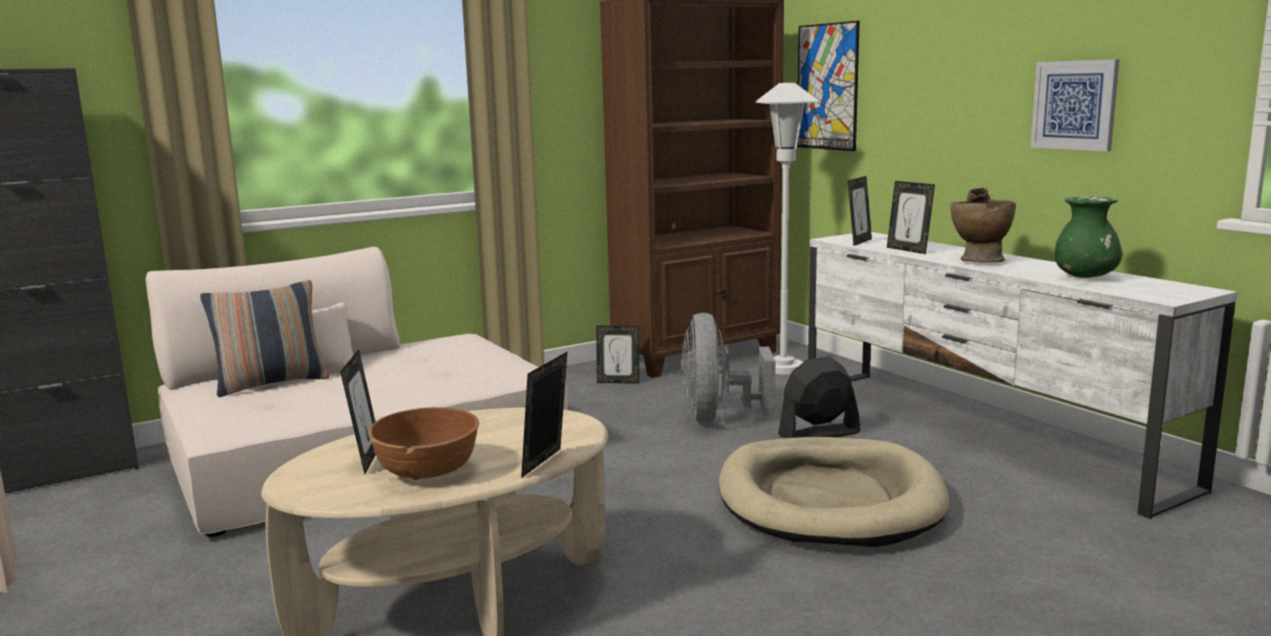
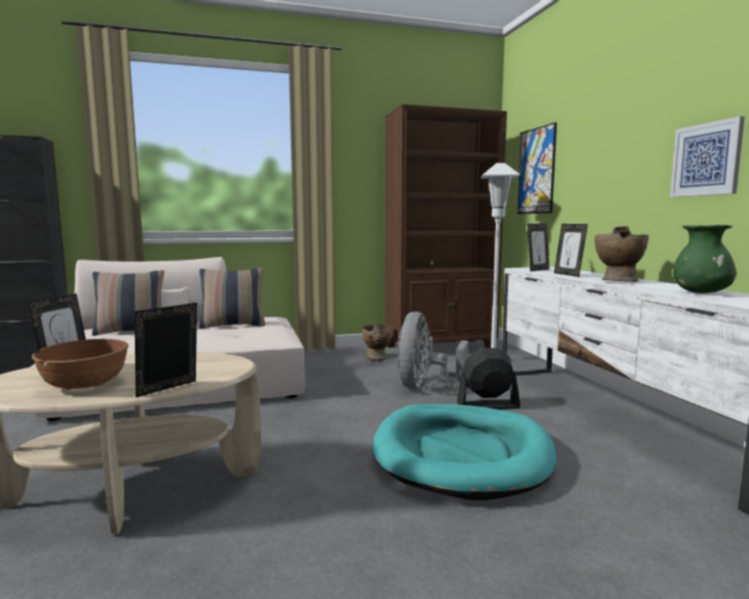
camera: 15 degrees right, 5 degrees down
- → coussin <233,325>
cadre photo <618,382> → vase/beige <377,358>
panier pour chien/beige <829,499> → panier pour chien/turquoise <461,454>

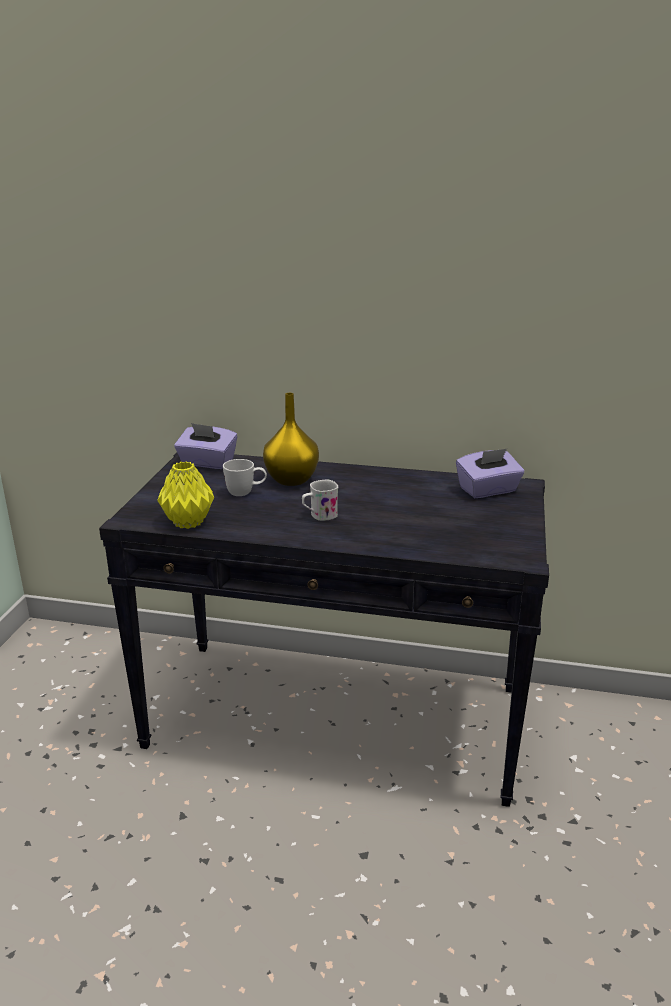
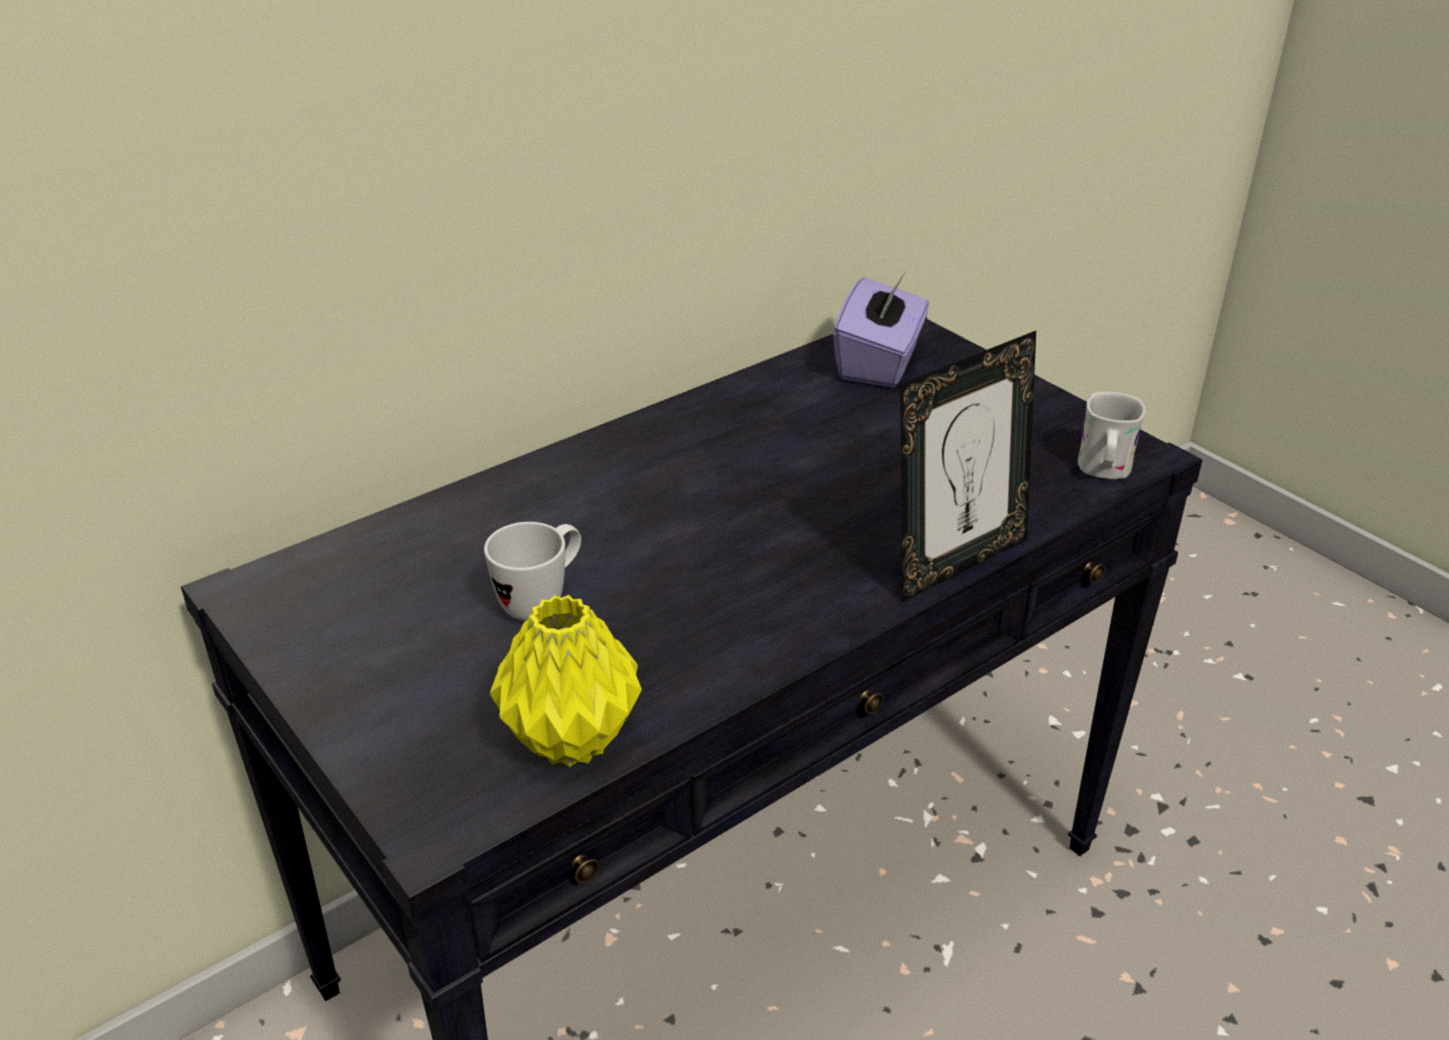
camera: 50 degrees left, 10 degrees up
boîte à mouchoirs/violet <207,463> → -
vase/jaune <291,480> → -
- → cadre photo <956,562>
mug/blanc <319,516> → mug/blanc <1104,470>, relocated

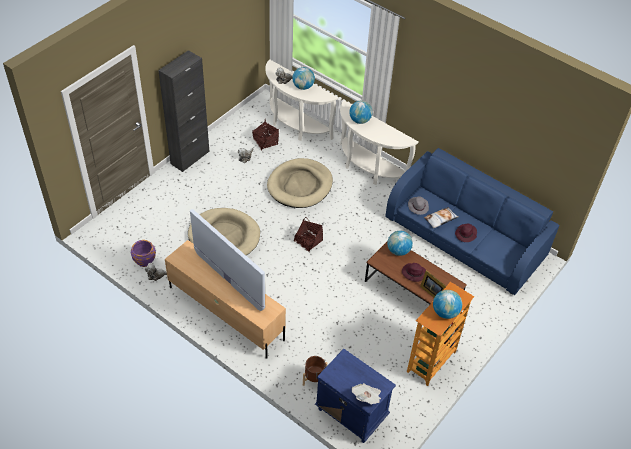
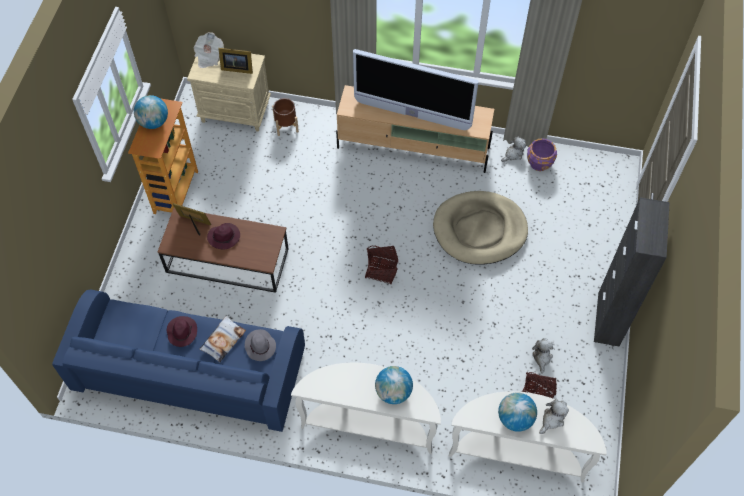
camera: 155 degrees right, 10 degrees up
panier pour chien/beige <300,185> → -
globe <398,251> → -
- → cadre photo <236,68>
table de chevet/bleu <350,413> → table de chevet/beige <236,112>

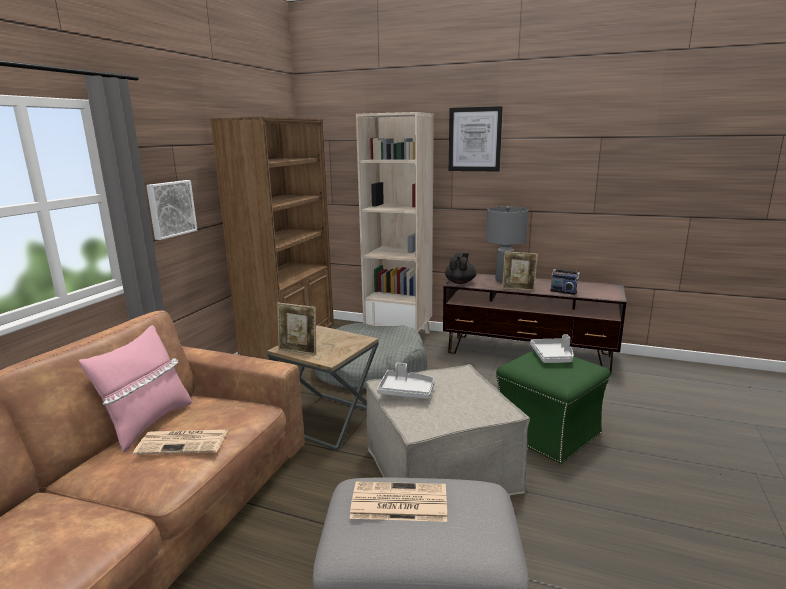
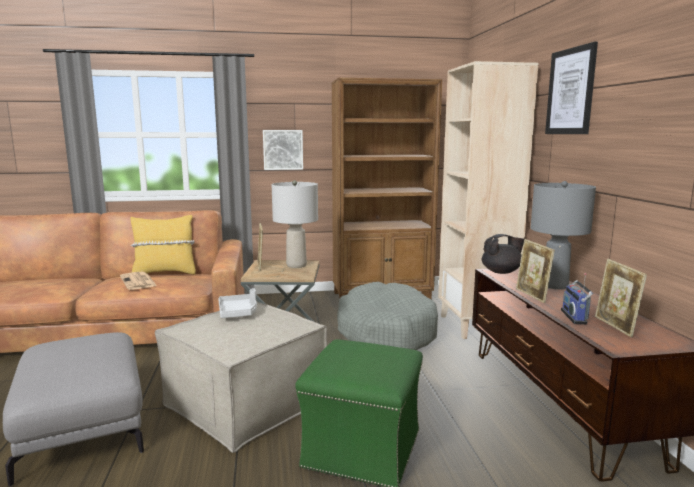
camera: 60 degrees right, 5 degrees down
journal <397,503> → -
plateau/gris <552,357> → -
- → lampe de table/gris <296,265>
- → cadre photo <615,326>
coussin/rose <148,424> → coussin/jaune <165,273>

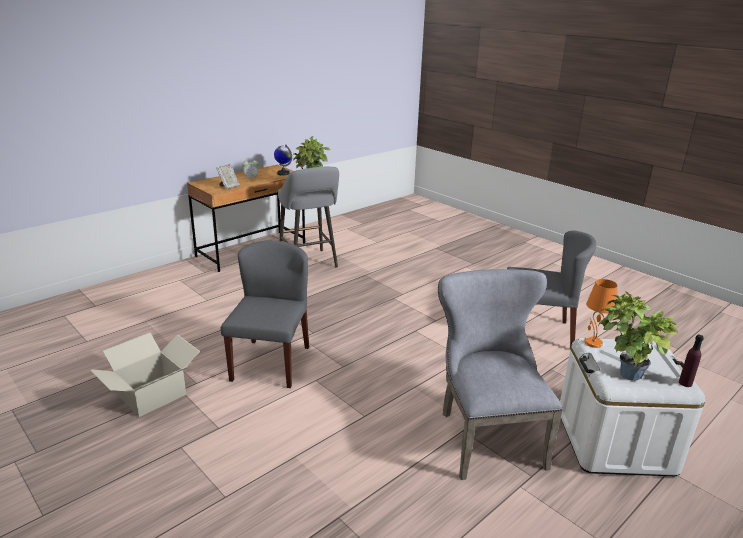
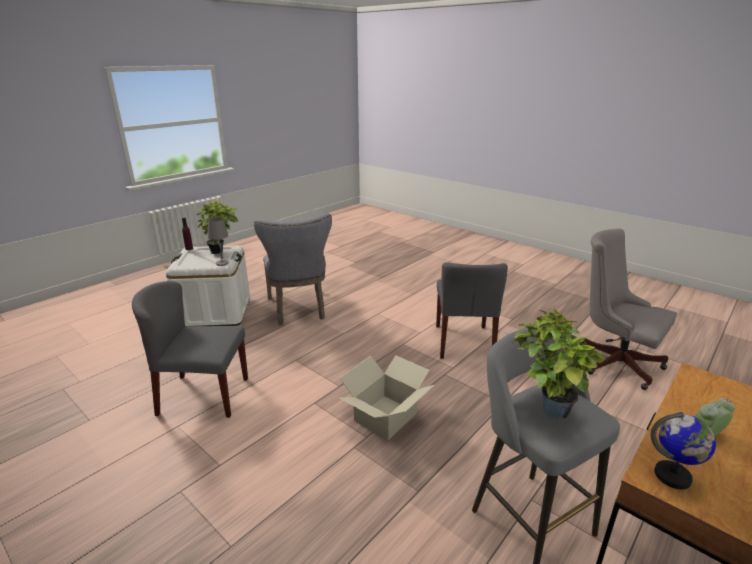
camera: 175 degrees right, 0 degrees up
cadre photo <228,186> → -
- → chaise de bureau/gris <613,361>
carton <152,395> → carton <386,417>, relocated
lampe de table/orange <592,342> → lampe de table/gris <222,263>

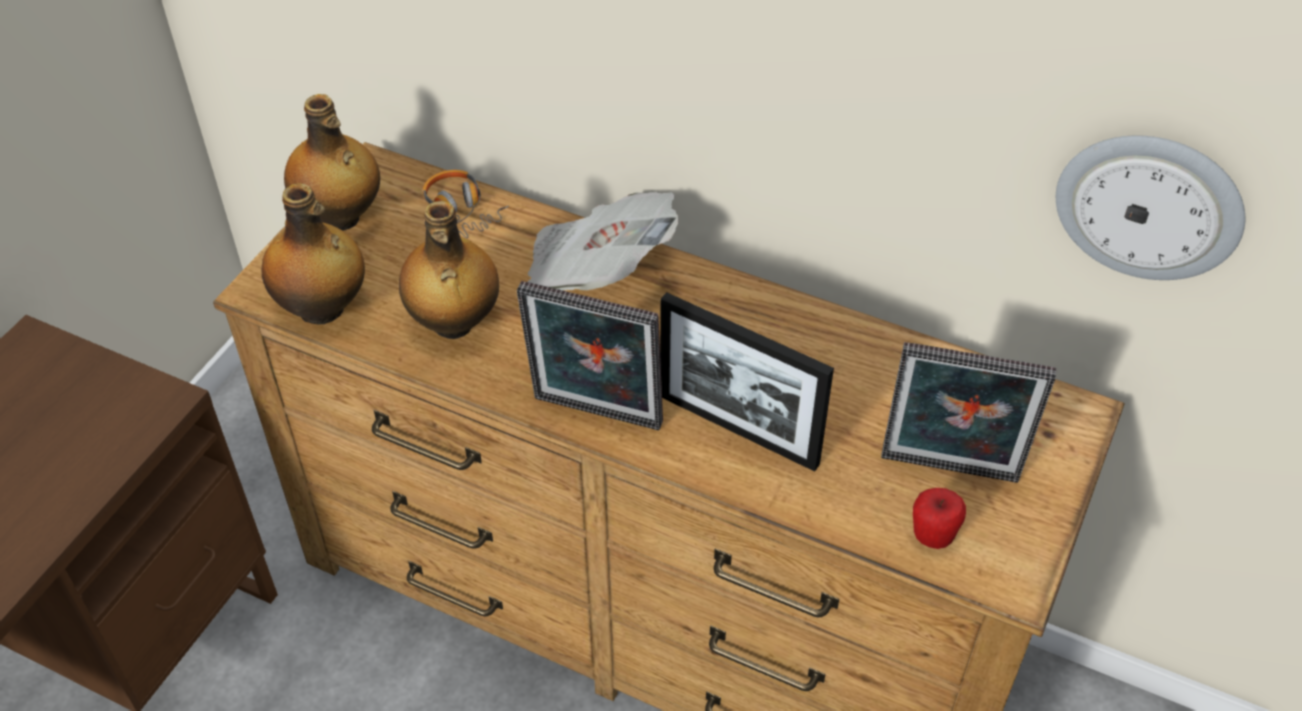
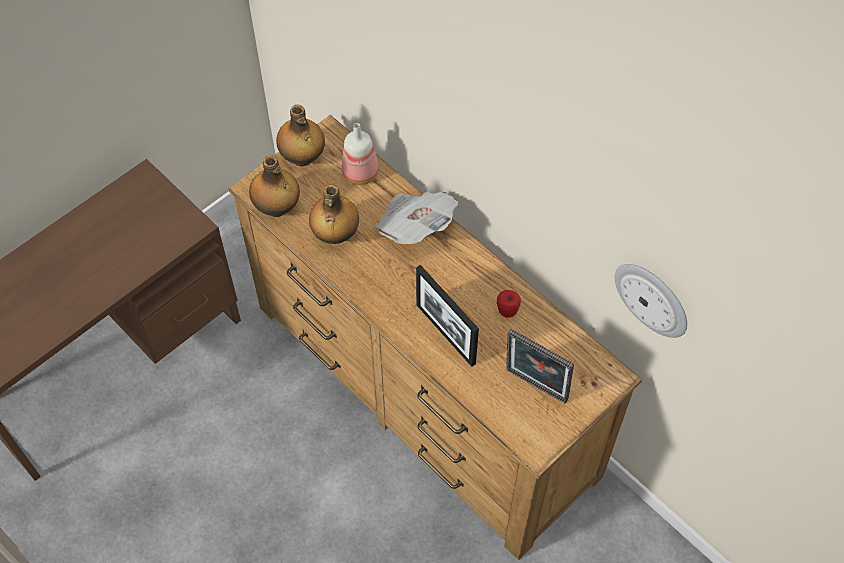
camera: 20 degrees right, 10 degrees up
cadre photo <595,416> → -
pomme <932,536> → pomme <507,311>, relocated
casque audio <460,213> → bouteille <361,172>

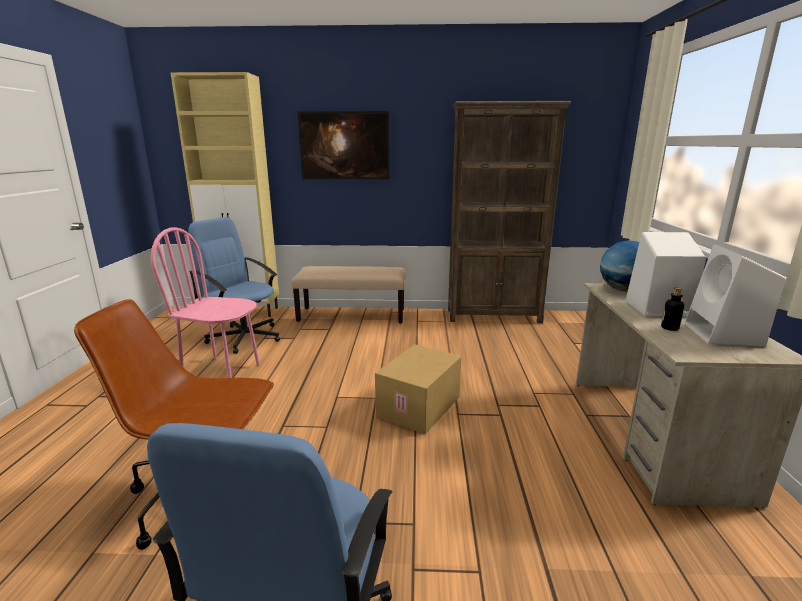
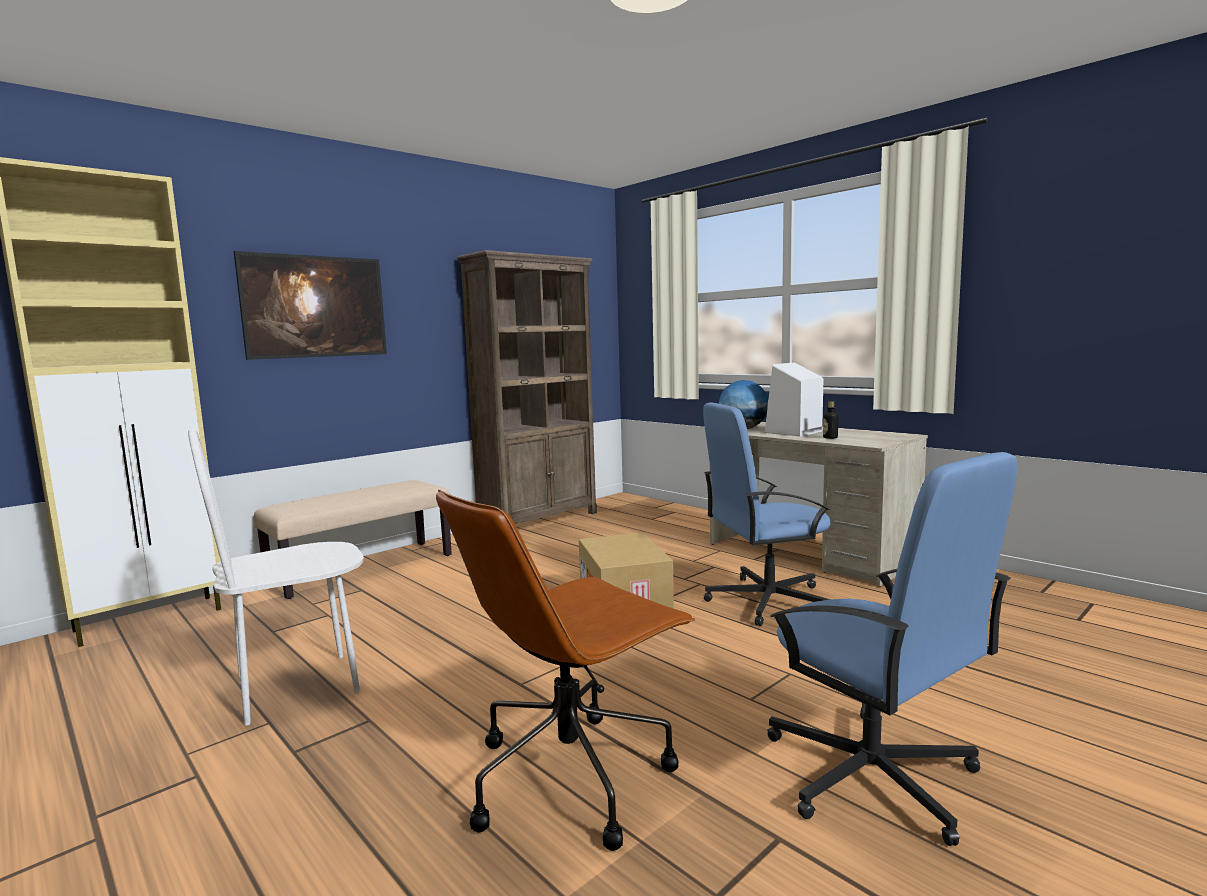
camera: 45 degrees left, 10 degrees down
enceinte/blanc <724,335> → -
chaise de bureau/bleu <244,337> → chaise de bureau/bleu <766,601>, relocated
chaise/rose <222,373> → chaise/blanc <298,686>

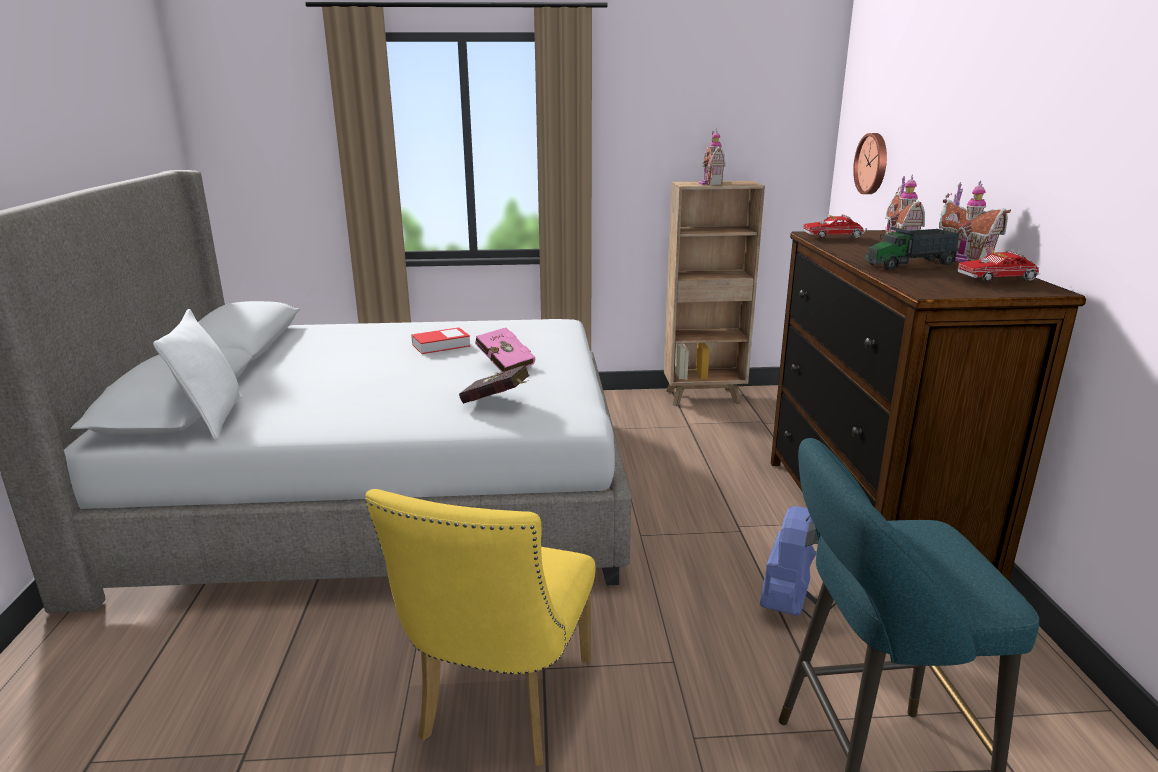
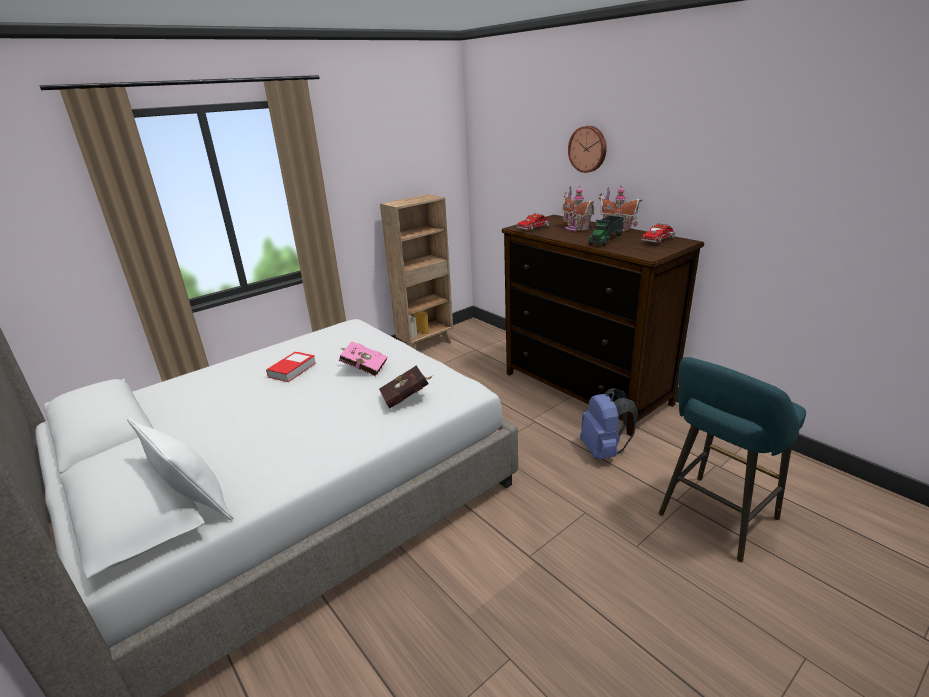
camera: 35 degrees left, 5 degrees up
chaise/jaune <499,707> → -
maison miniature <709,183> → -
horloge murale <873,163> → horloge murale <588,149>, relocated

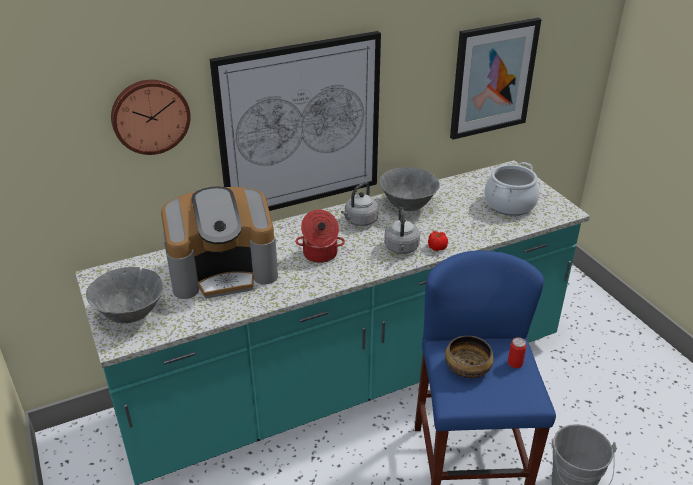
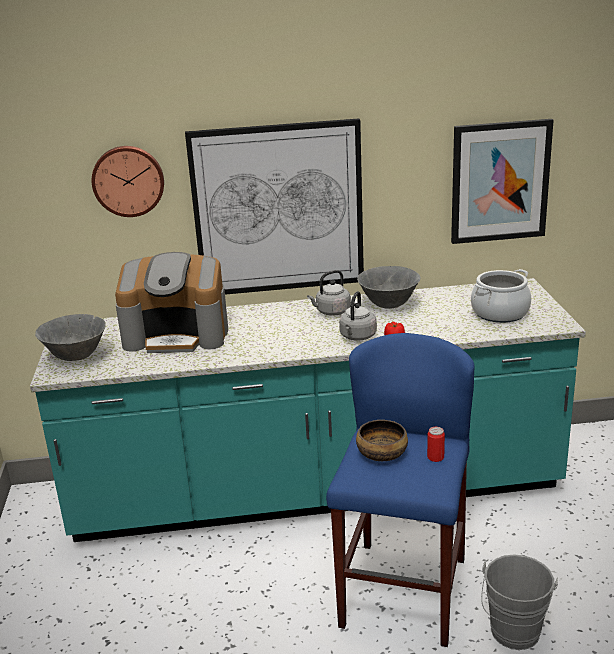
camera: 20 degrees right, 10 degrees down
marmite <320,254> → -

